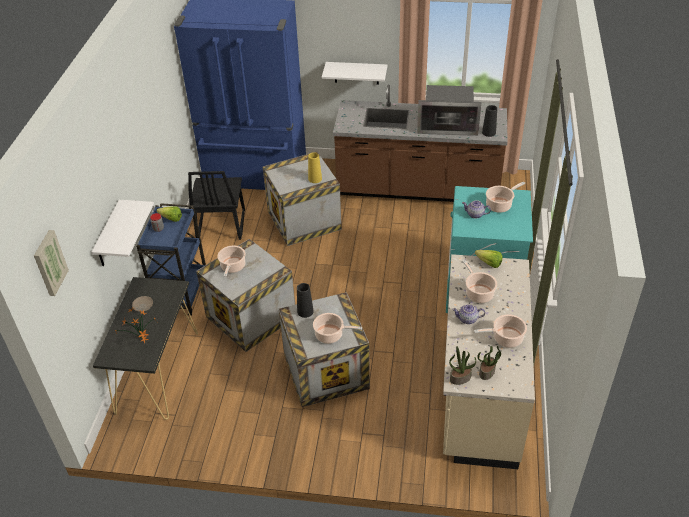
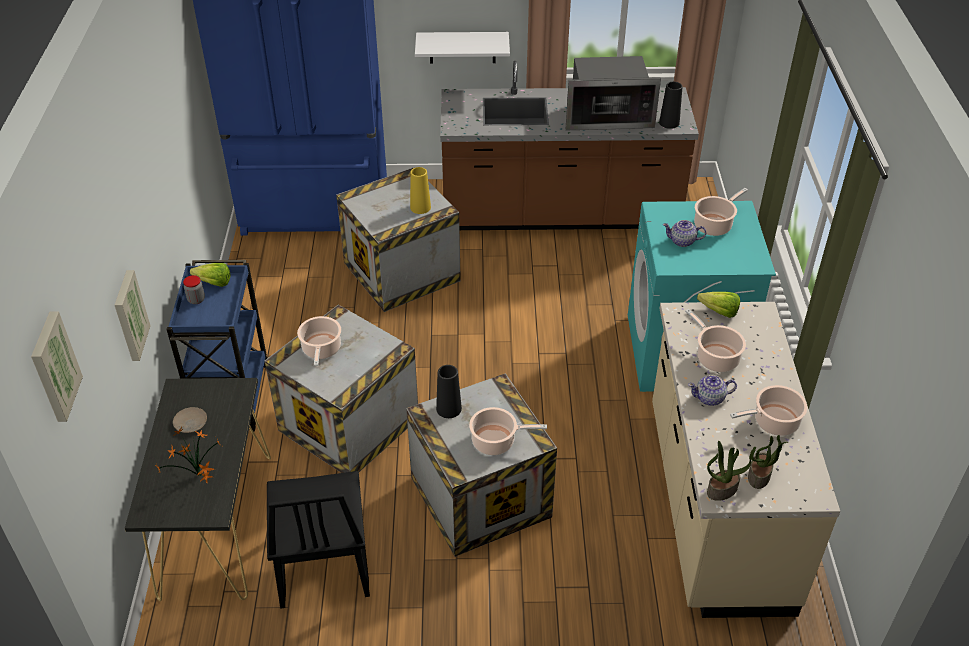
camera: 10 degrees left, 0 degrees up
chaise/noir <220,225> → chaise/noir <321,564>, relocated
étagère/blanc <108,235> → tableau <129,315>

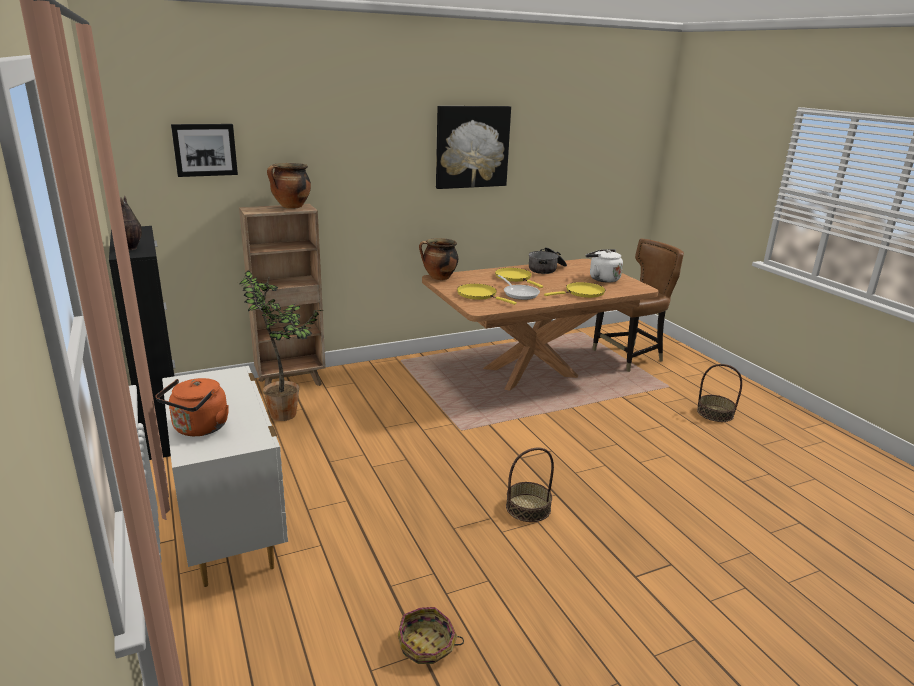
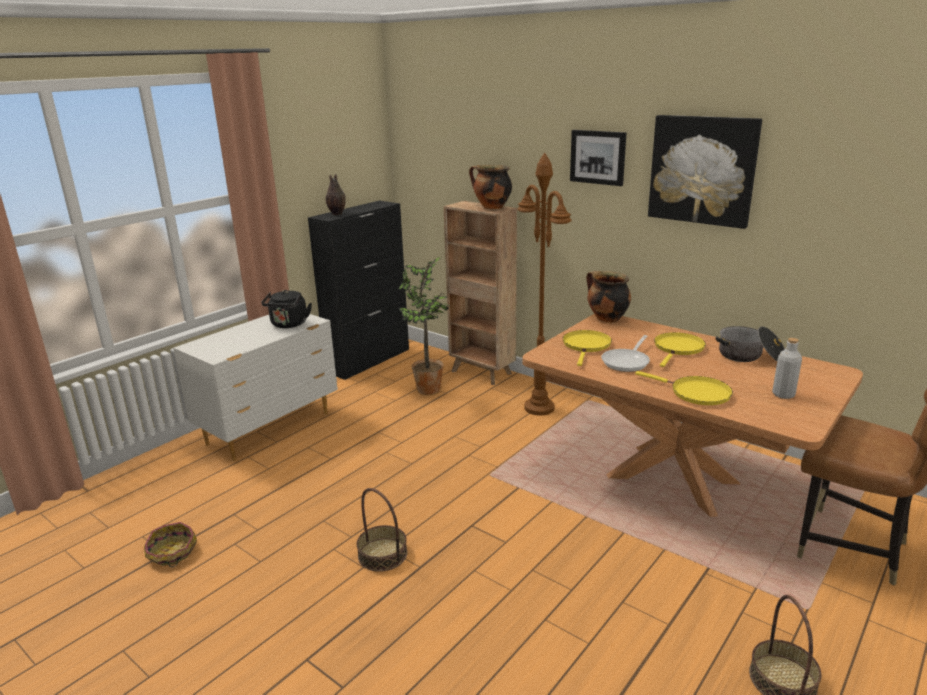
camera: 65 degrees right, 0 degrees up
bouilloire/orange <199,429> → -
- → bouilloire/noir <288,325>
- → lampadaire/marron <538,408>
tableau <205,150> → tableau <598,157>, relocated
bouilloire/blanc <602,279> → bouteille/gris <783,394>

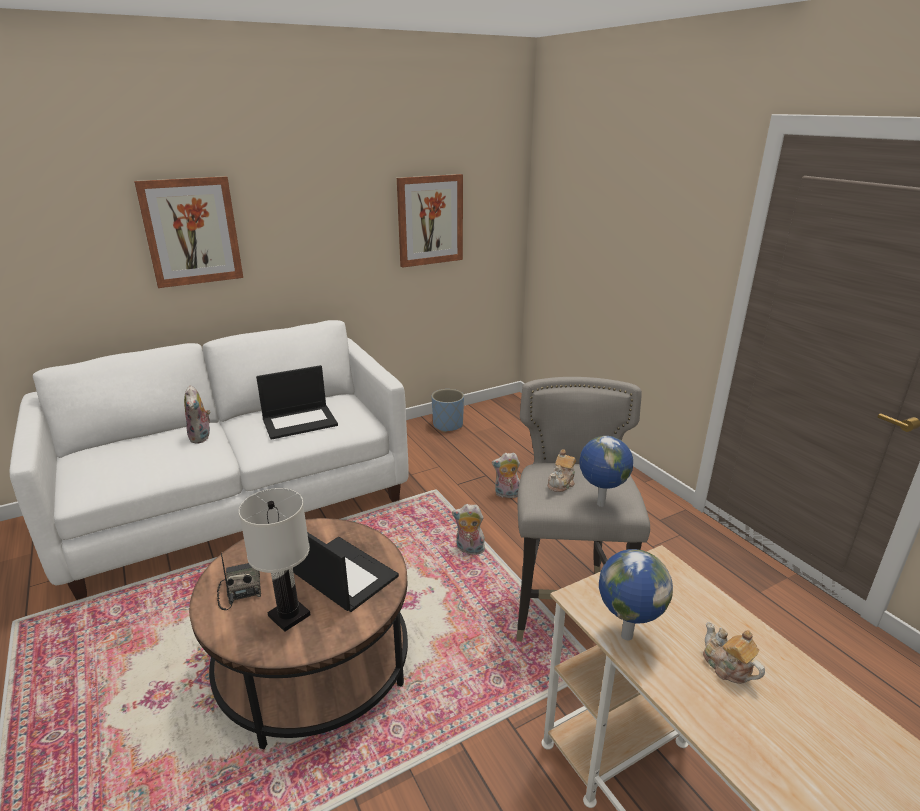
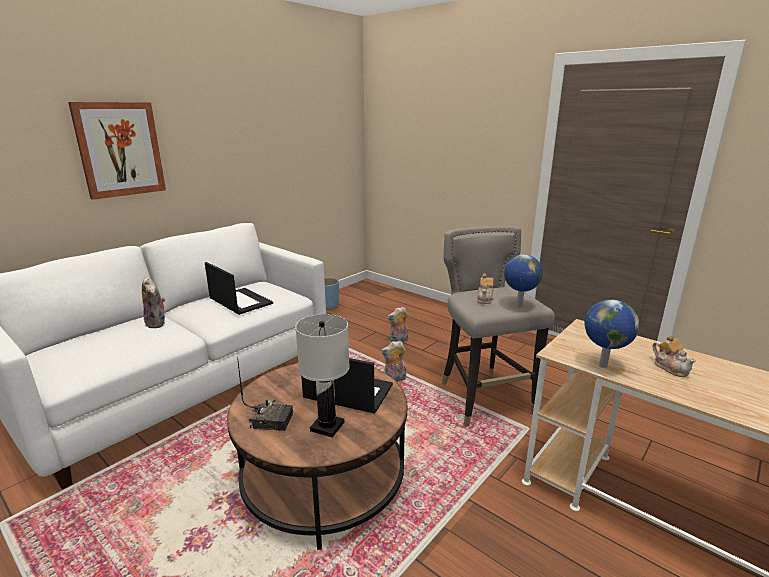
camera: 20 degrees left, 5 degrees down
tableau <430,220> → -
radio <240,589> → radio <271,419>, 135 degrees clockwise
ordinateur portable <300,421> → ordinateur portable <240,301>, 90 degrees counterclockwise
théière <727,667> → théière <670,368>, 150 degrees counterclockwise

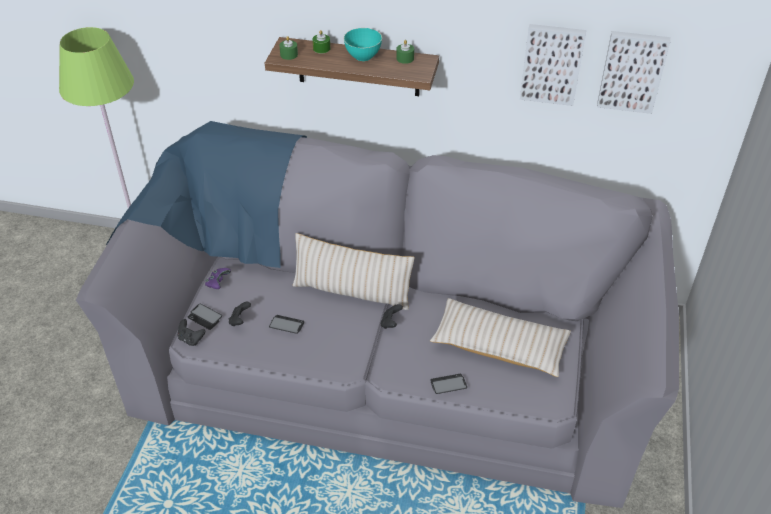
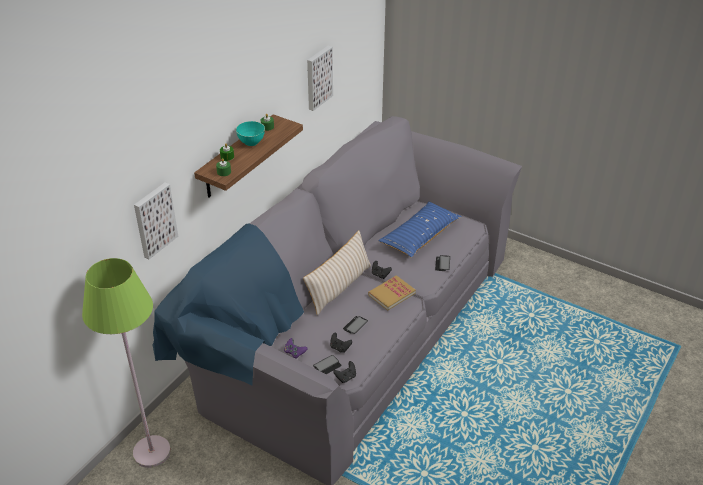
camera: 70 degrees left, 5 degrees down
- → livre <391,294>
tableau <632,71> → tableau <154,220>, relocated
coussin/beige <499,346> → coussin/bleu <420,236>

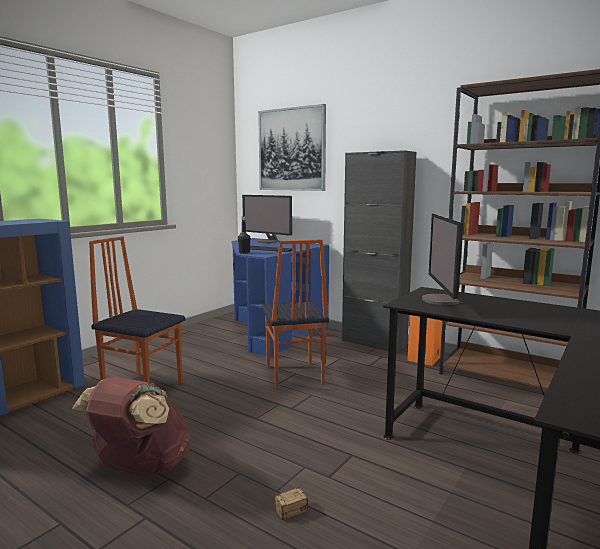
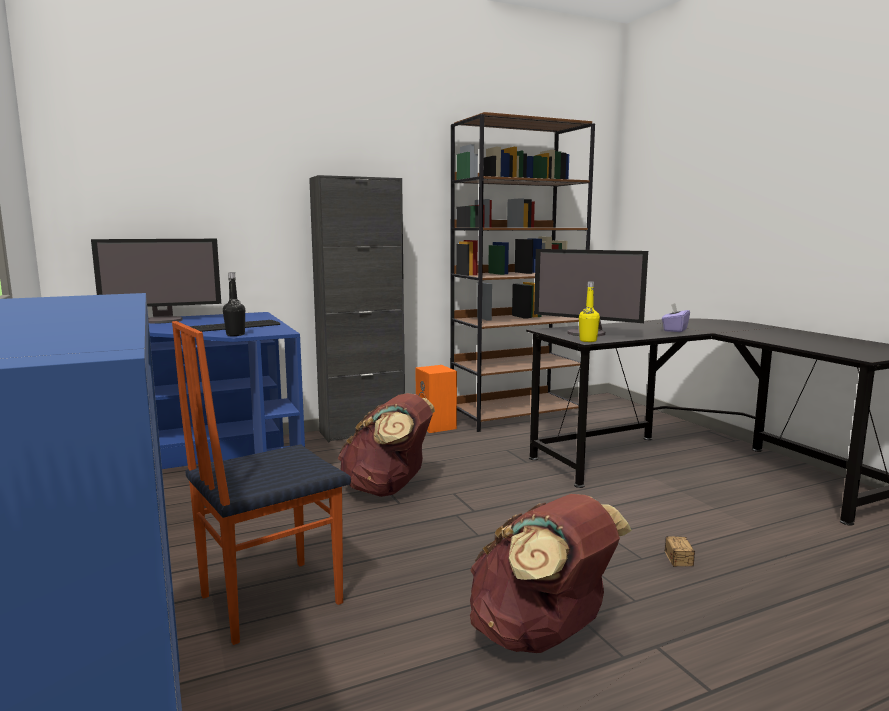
camera: 60 degrees left, 0 degrees up
tableau <291,149> → -
- → bouteille/jaune <588,340>
- → boîte à mouchoirs/violet <674,330>
chaise <293,375> → sac à dos/marron <388,489>

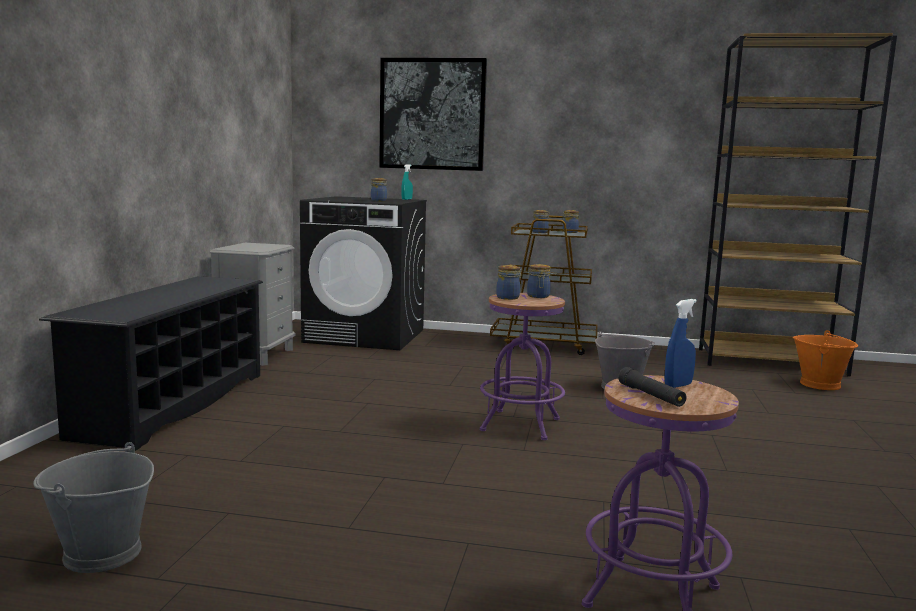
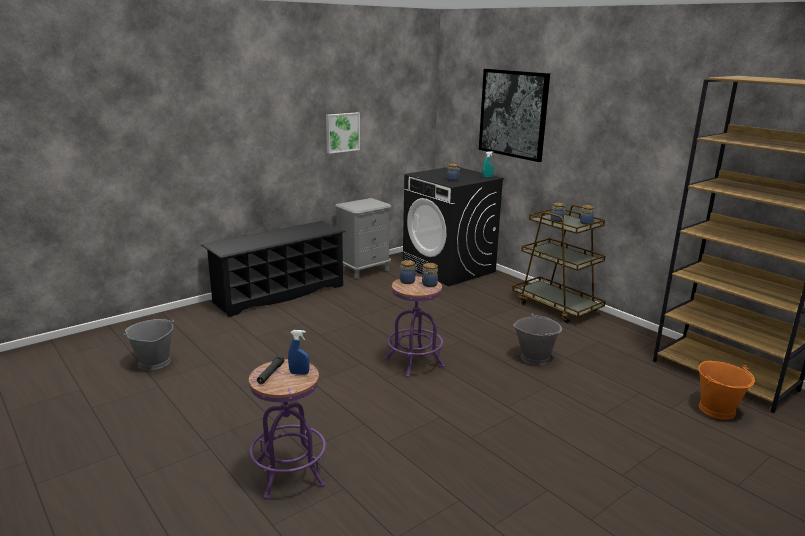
camera: 40 degrees right, 10 degrees up
- → tableau <342,132>

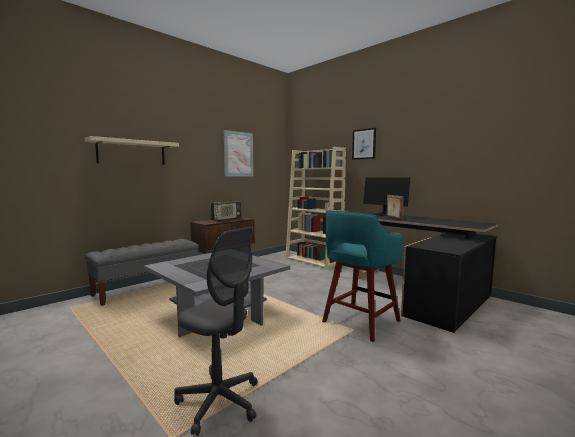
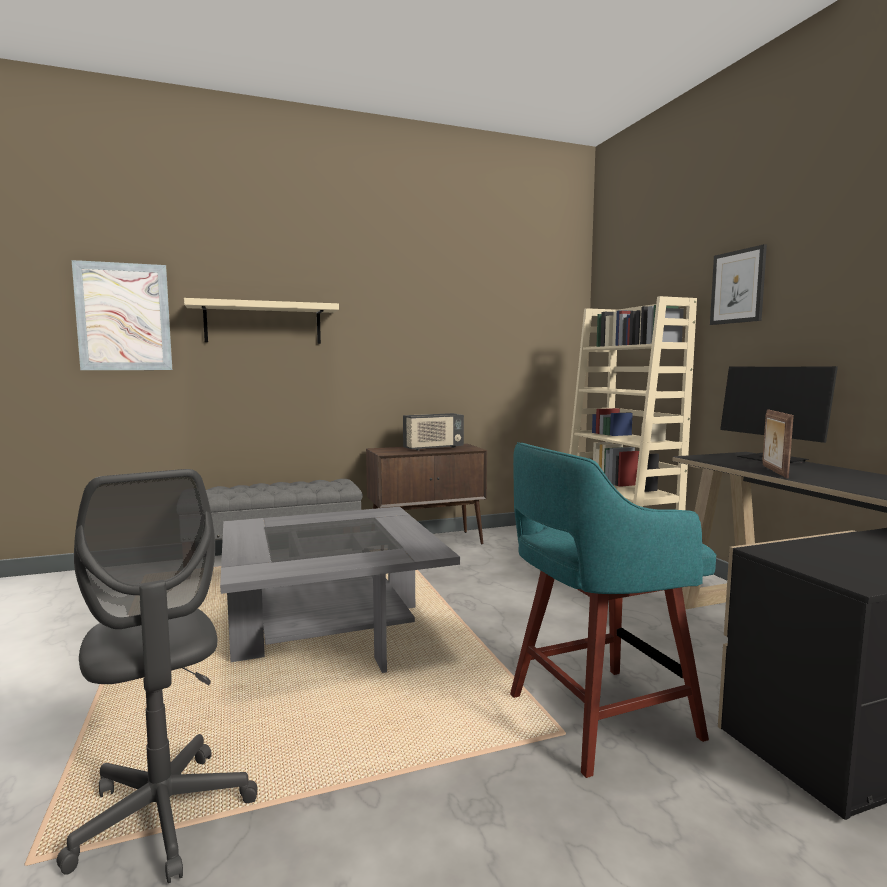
camera: 25 degrees right, 0 degrees up
tableau <238,154> → tableau <124,317>, relocated

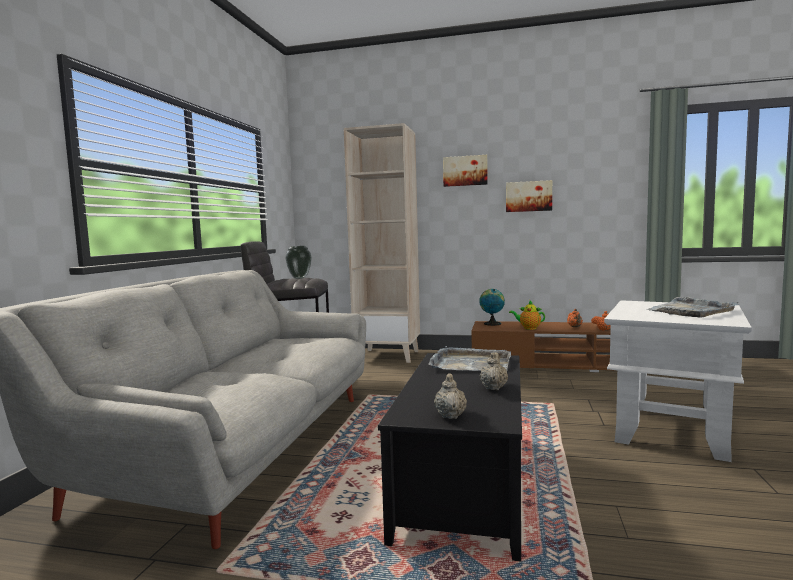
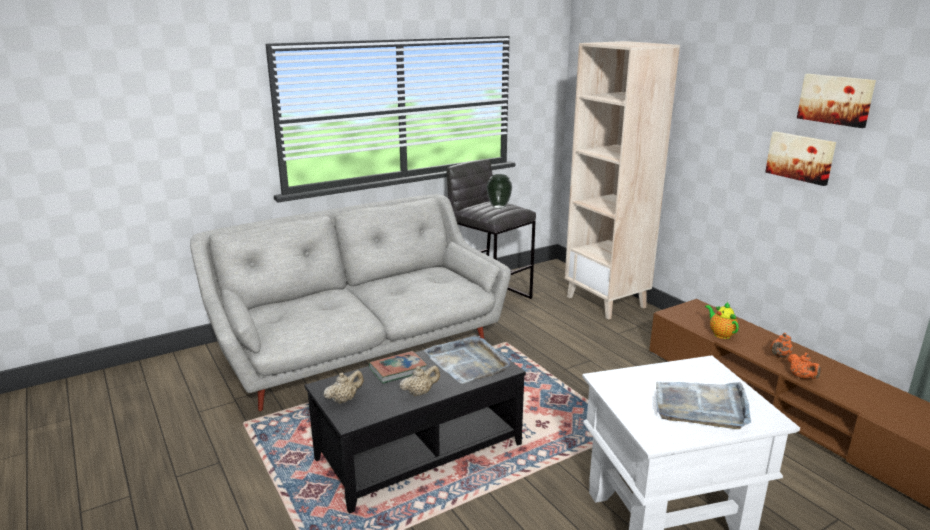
camera: 45 degrees right, 15 degrees up
globe <491,323> → -
- → livre <398,370>
tableau <465,171> → tableau <836,99>, relocated

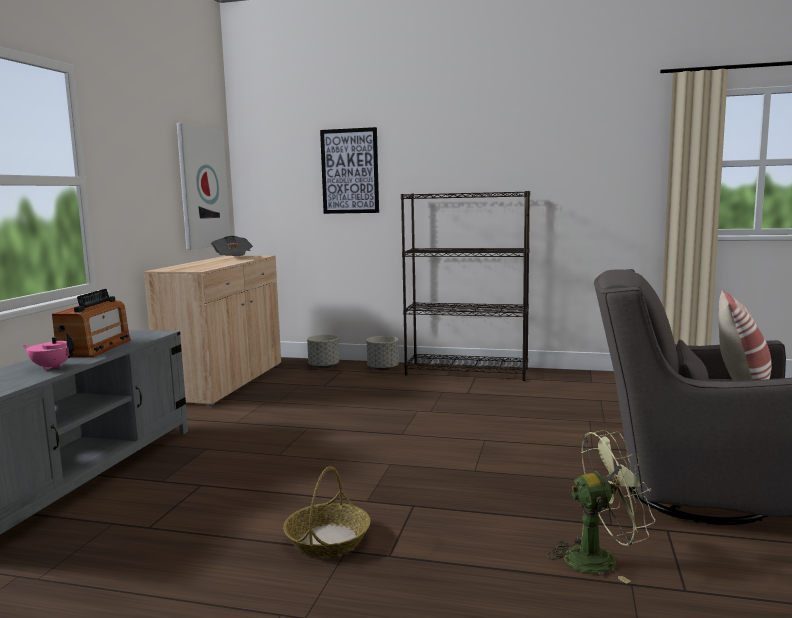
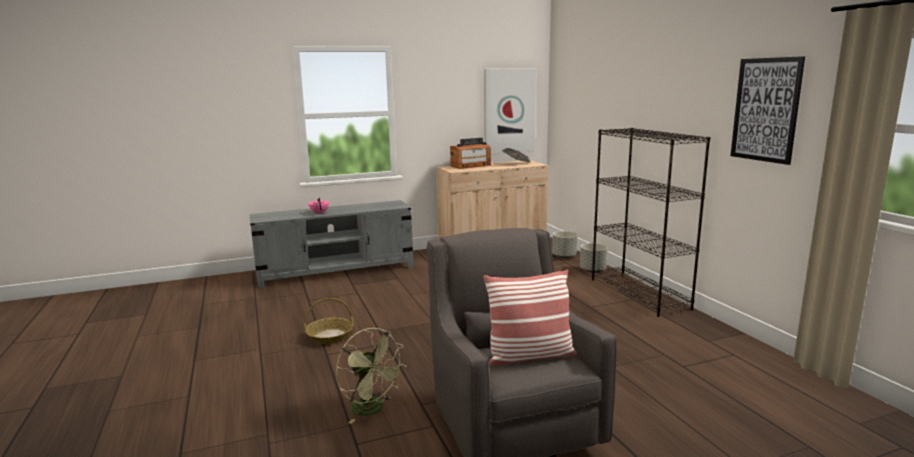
camera: 55 degrees right, 5 degrees up
radio <95,348> → radio <471,166>, relocated
tableau <350,171> → tableau <766,110>, relocated

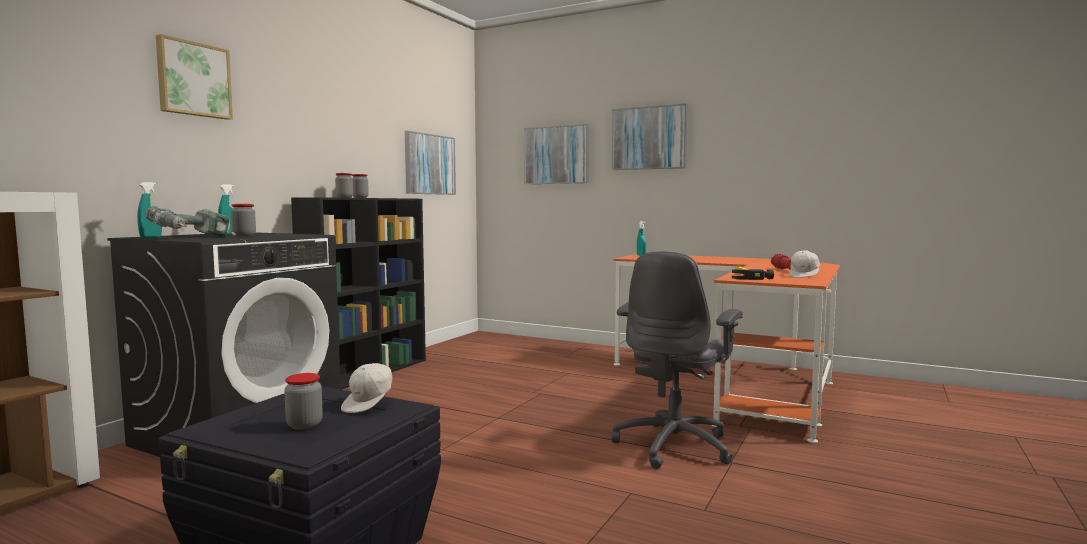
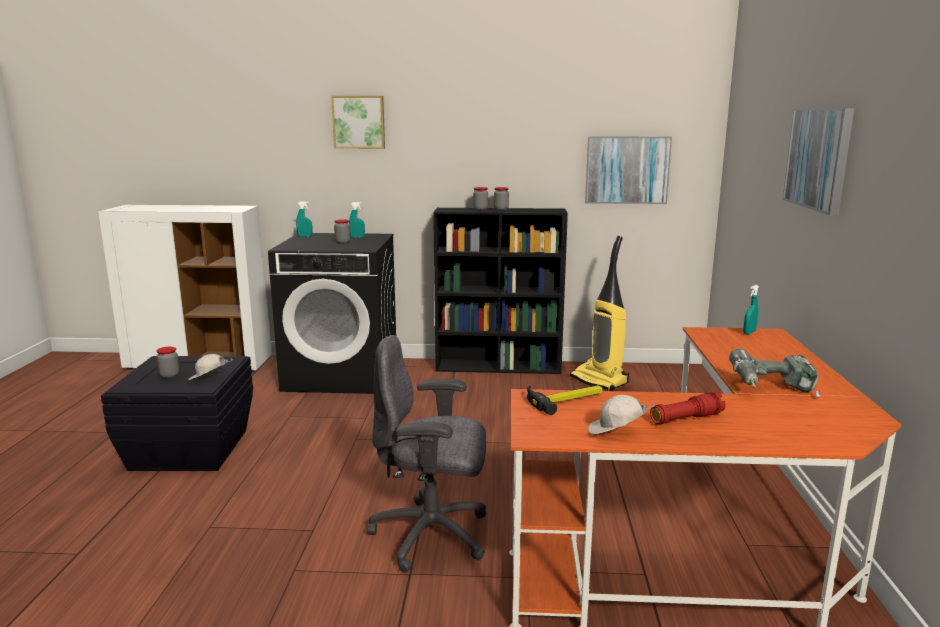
camera: 65 degrees right, 10 degrees up
tableau <556,155> → -
- → aspirateur <600,380>
perceuse <194,238> → perceuse <772,390>, relocated

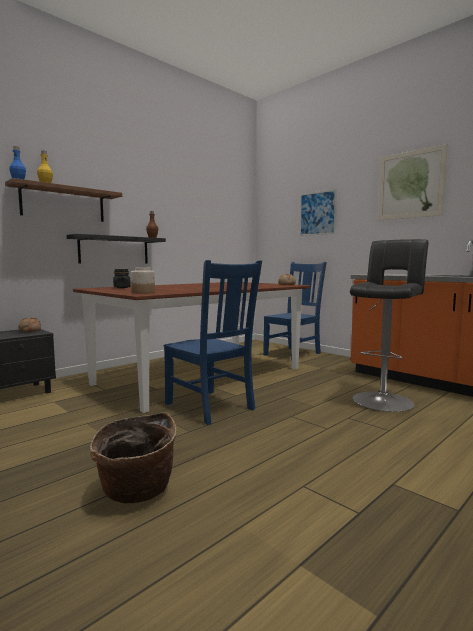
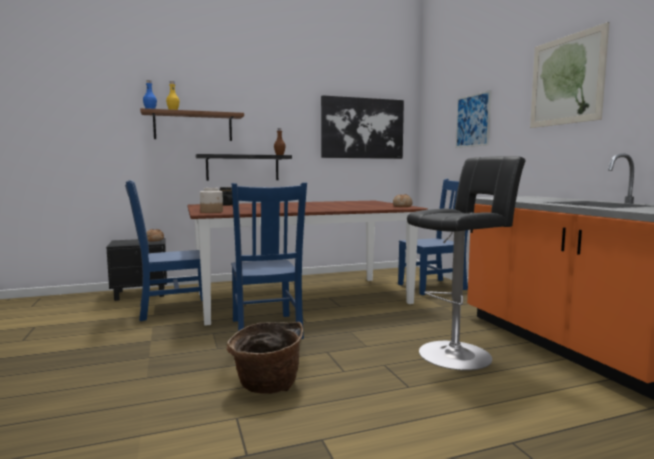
camera: 25 degrees right, 0 degrees up
- → chaise/bleu <171,309>
- → tableau <362,128>
panier <136,492> → panier <266,386>, relocated

